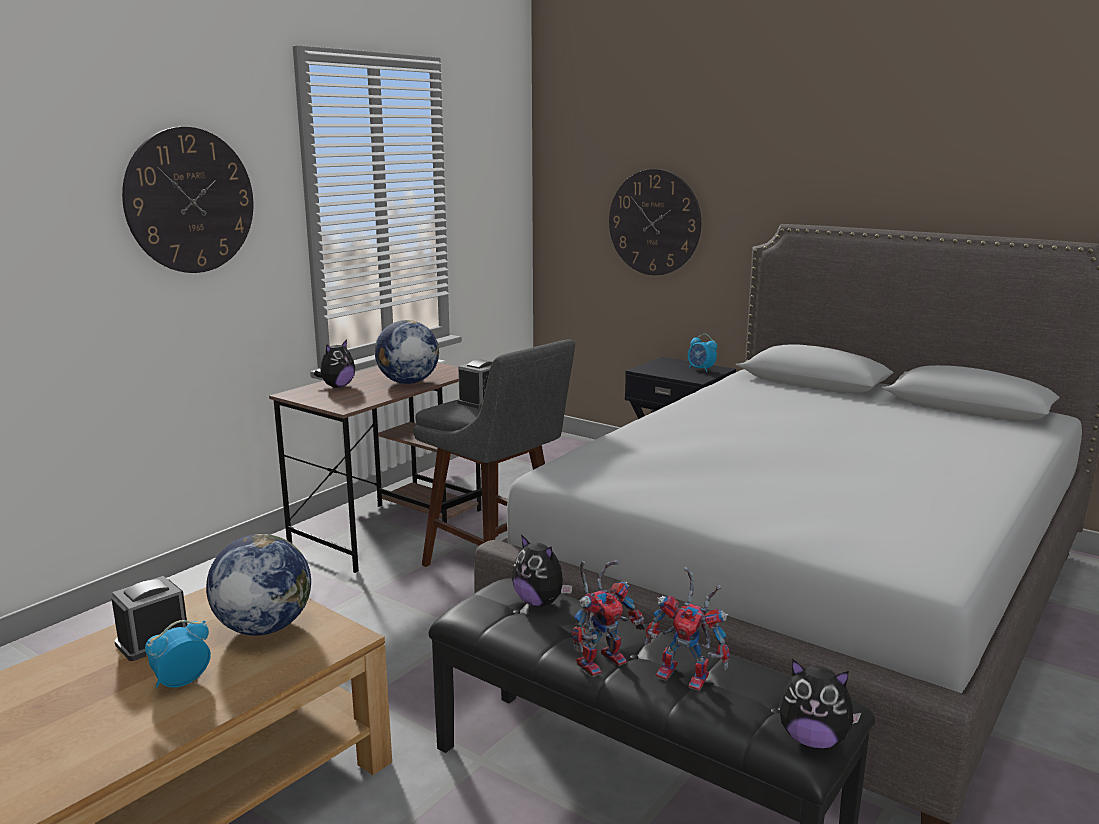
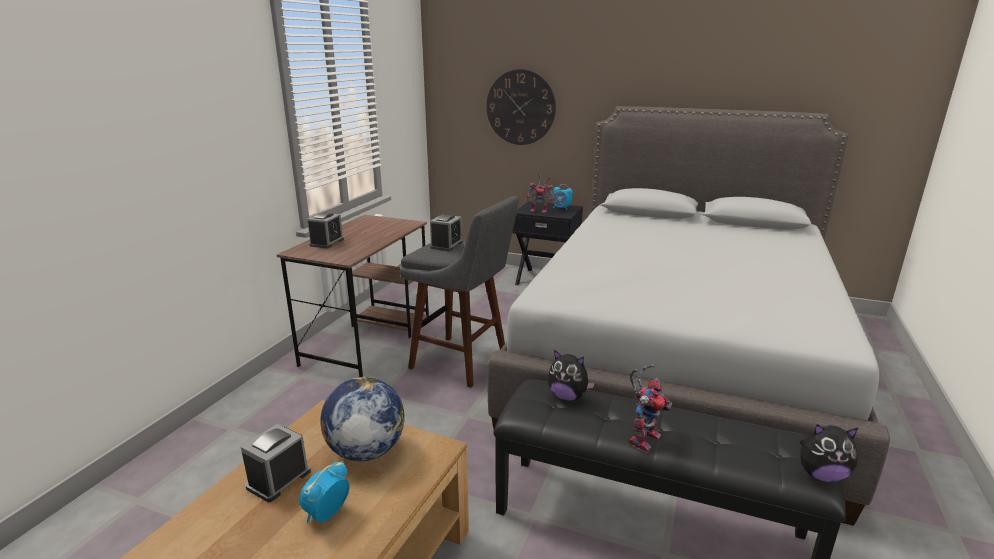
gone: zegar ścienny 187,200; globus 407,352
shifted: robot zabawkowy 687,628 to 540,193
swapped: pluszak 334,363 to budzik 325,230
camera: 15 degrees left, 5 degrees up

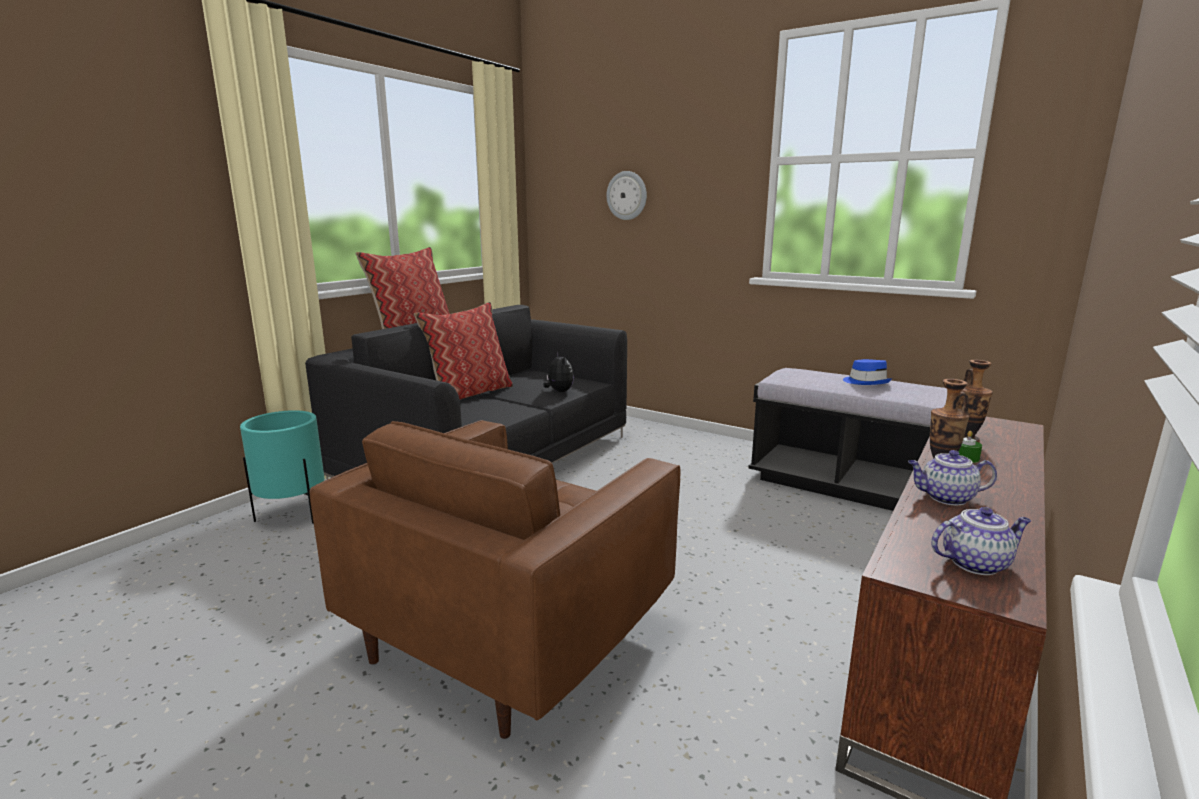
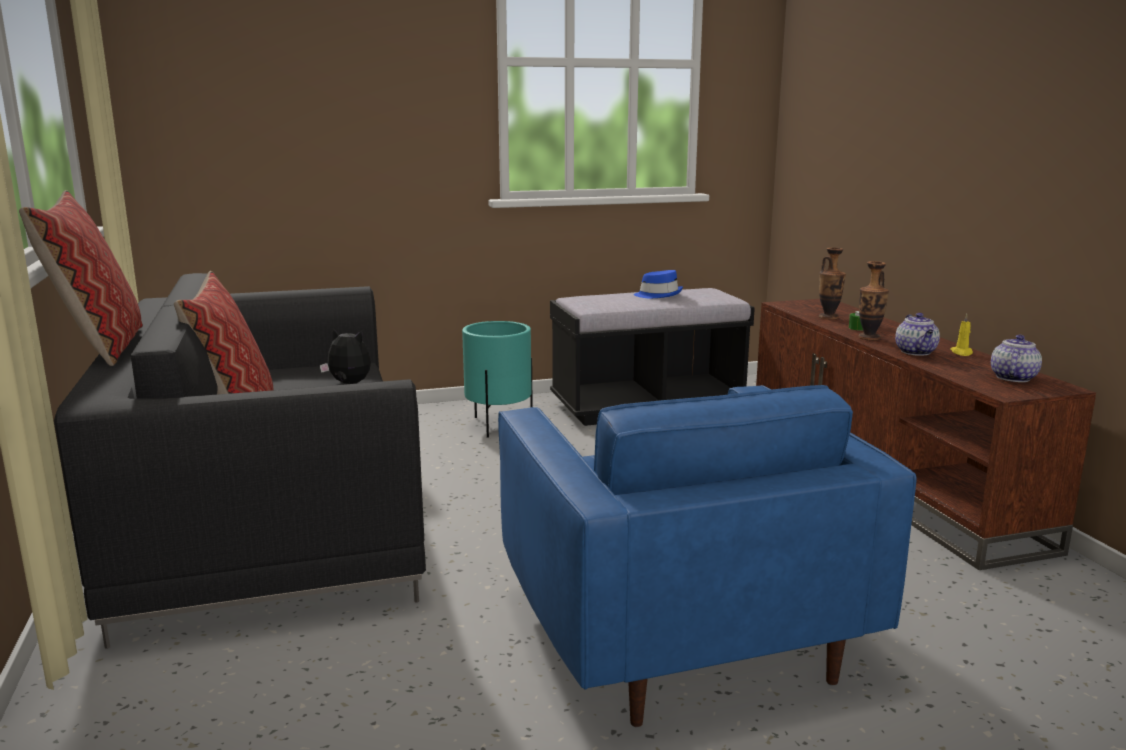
gone: zegar ścienny 626,195
new: świeca/żółty 961,335
shifted: donica/turkusowy 282,467 to 497,379
repainted: fotel/brązowy 494,579 to fotel/niebieski 707,556
rotated: imbryk 952,477 = 917,334 45 degrees counterclockwise
camera: 50 degrees left, 0 degrees up

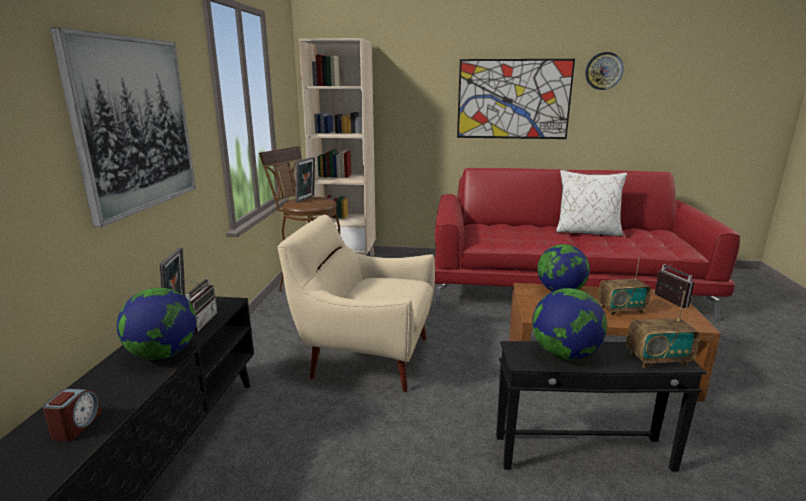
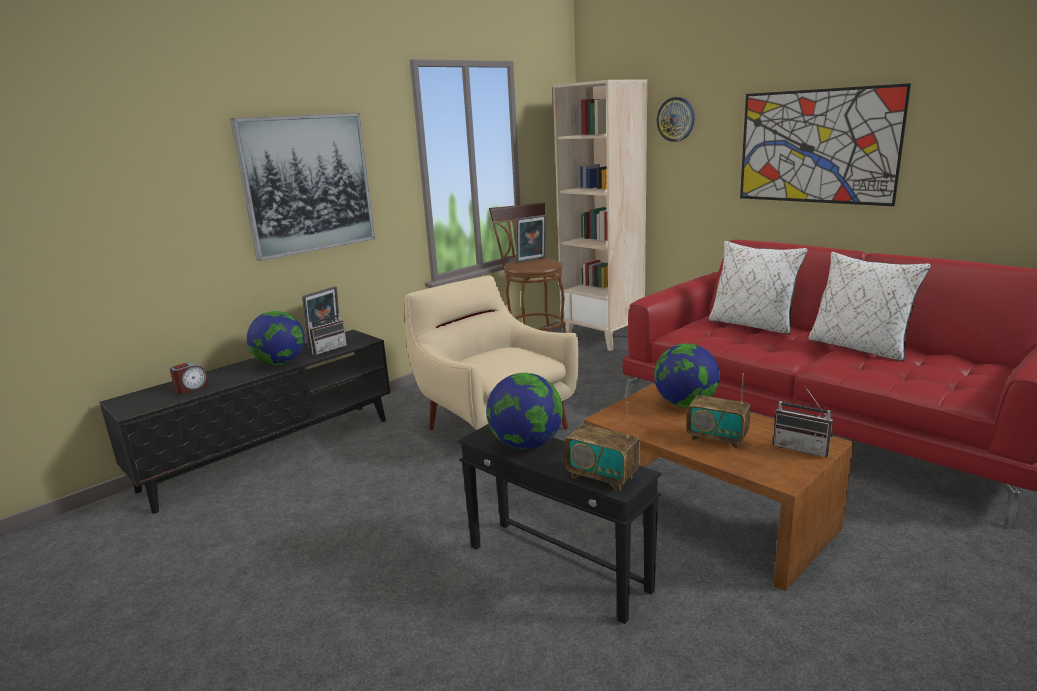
new: poduszka/biały 758,288
shifted: zegar ścienny 604,71 to 675,119
rotated: radio 674,286 = 803,421 105 degrees clockwise
camera: 40 degrees right, 0 degrees up

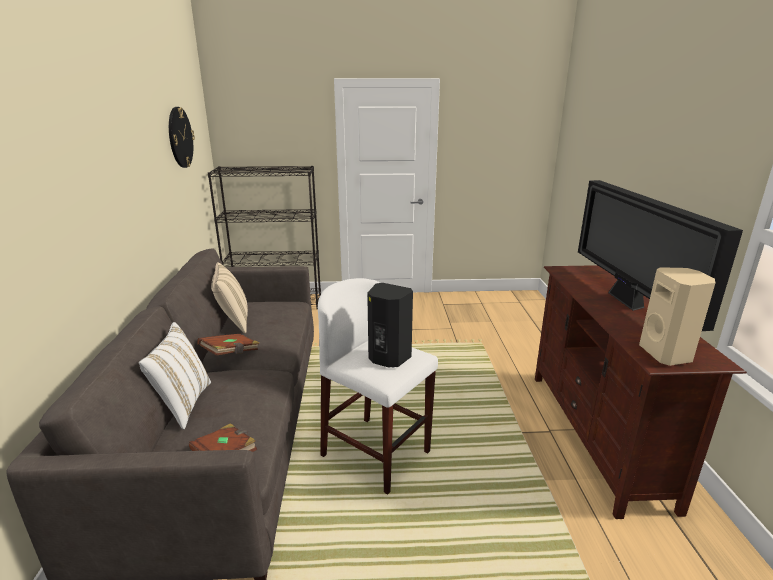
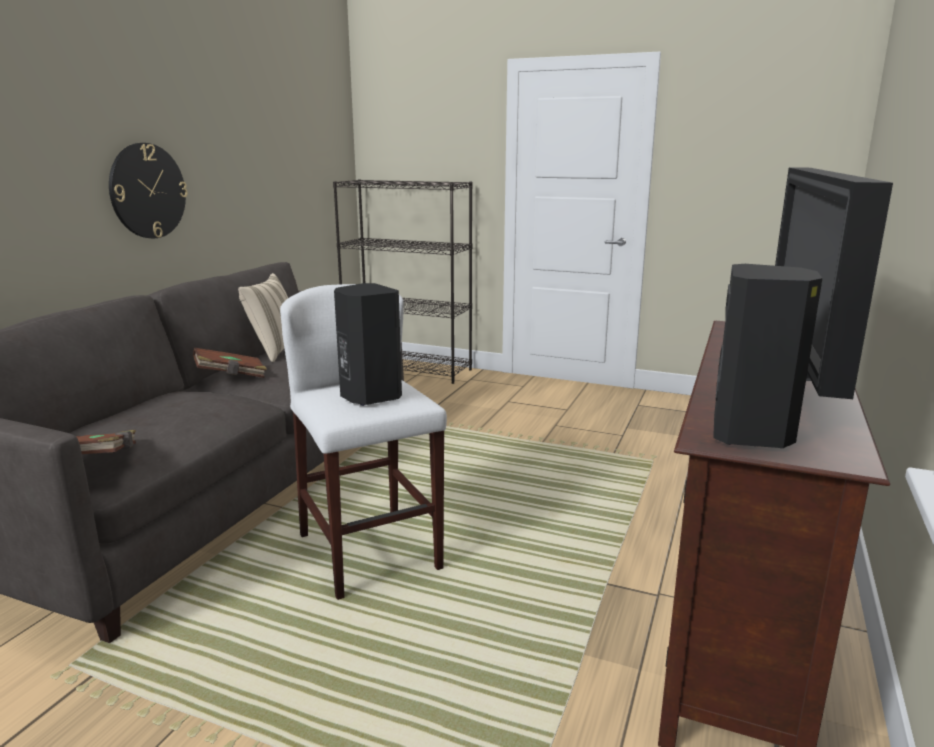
gone: poduszka/biały 175,375
shifted: zegar ścienny 182,137 to 148,190
repainted: głośnik/beżowy 677,316 to głośnik/czarny 767,356
camera: 25 degrees right, 5 degrees down

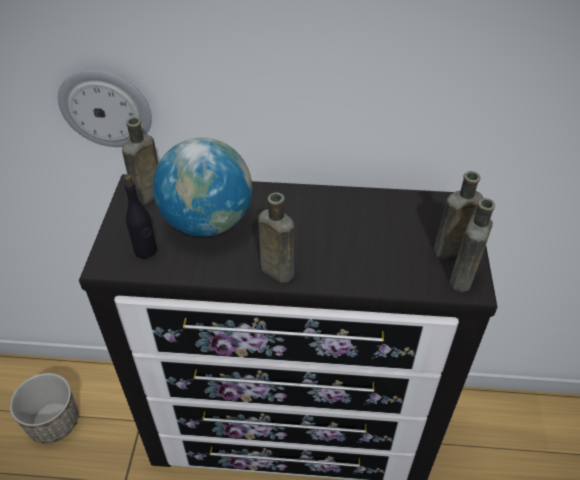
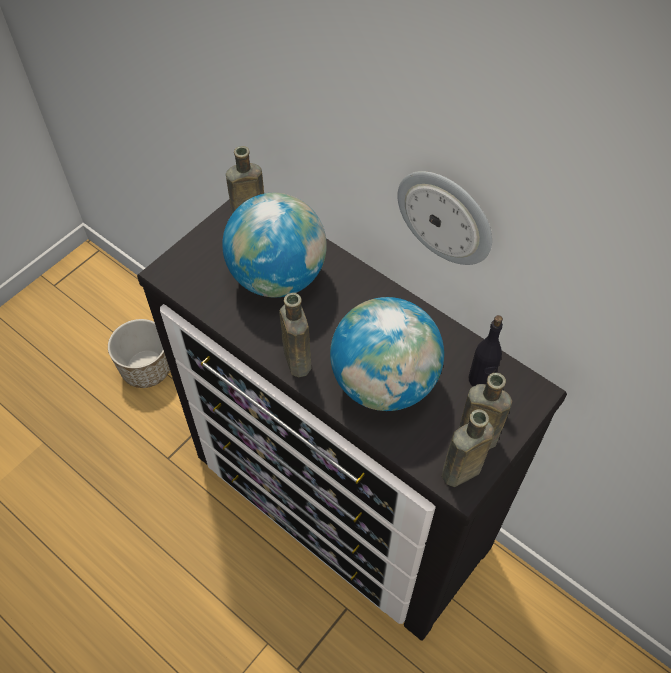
new: globus 387,354
shifted: zegar ścienny 105,108 to 444,218; butelka/czarny 140,217 to 486,350
camera: 35 degrees right, 10 degrees up

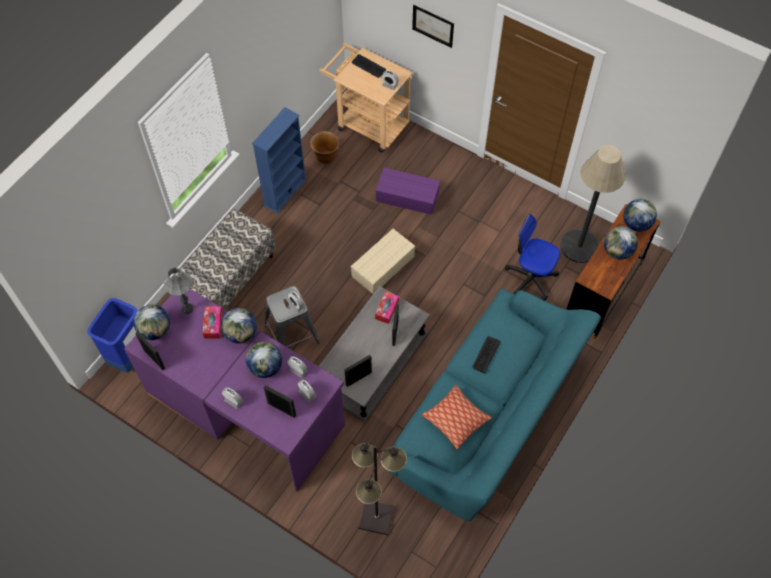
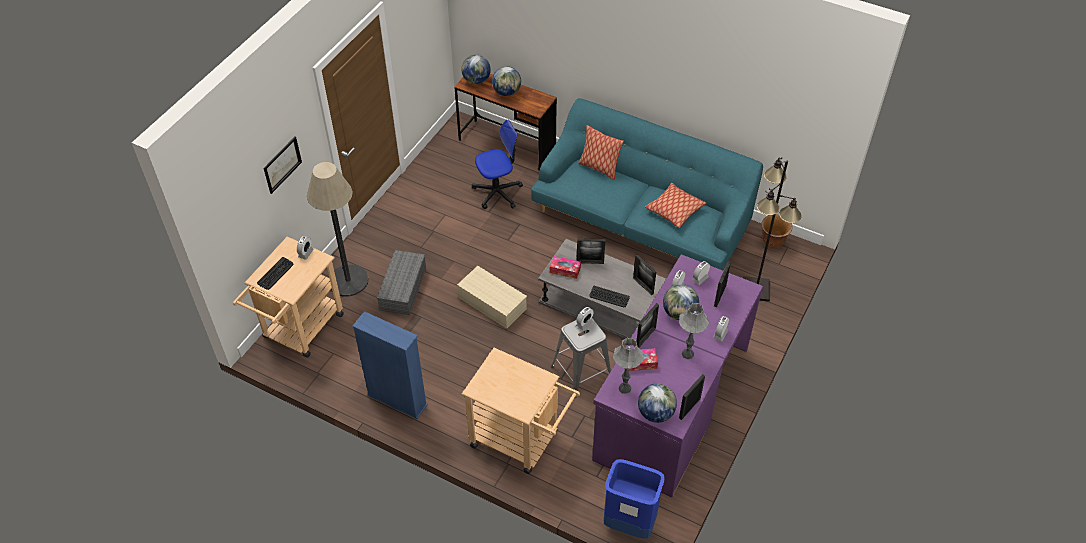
new: poduszka 601,152; lampa stołowa/szary 694,331
shifted: donica/brązowy 325,147 to 777,231; klawiatura 486,355 to 609,296; lampa stojąca 593,204 to 338,229
swapped: ławka 223,259 to wózek/beżowy 521,411; globus 239,326 to ramka na zdjęcie 648,325
repainted: pojemnik do przechowywania/fioletowy 407,191 to pojemnik do przechowywania/szary 401,282
rotated: krzesło biurowe 532,257 = 497,164 135 degrees counterclockwise
camera: 95 degrees left, 10 degrees down

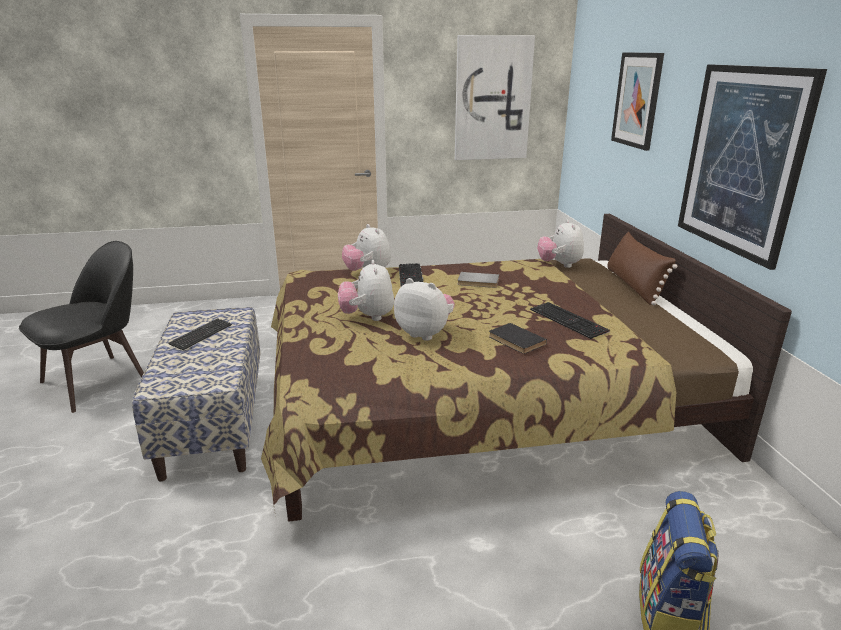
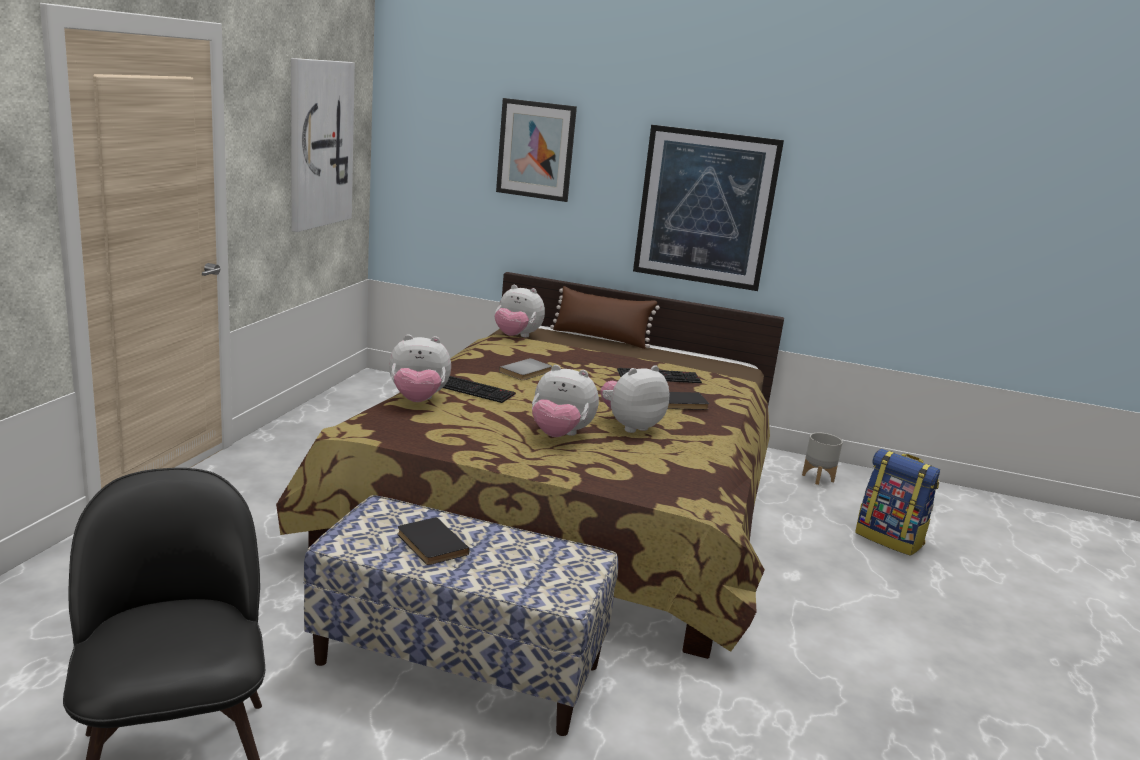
new: donica/szary 822,459
swapped: klawiatura 200,334 to książka/czarny 433,541
camera: 65 degrees left, 5 degrees down

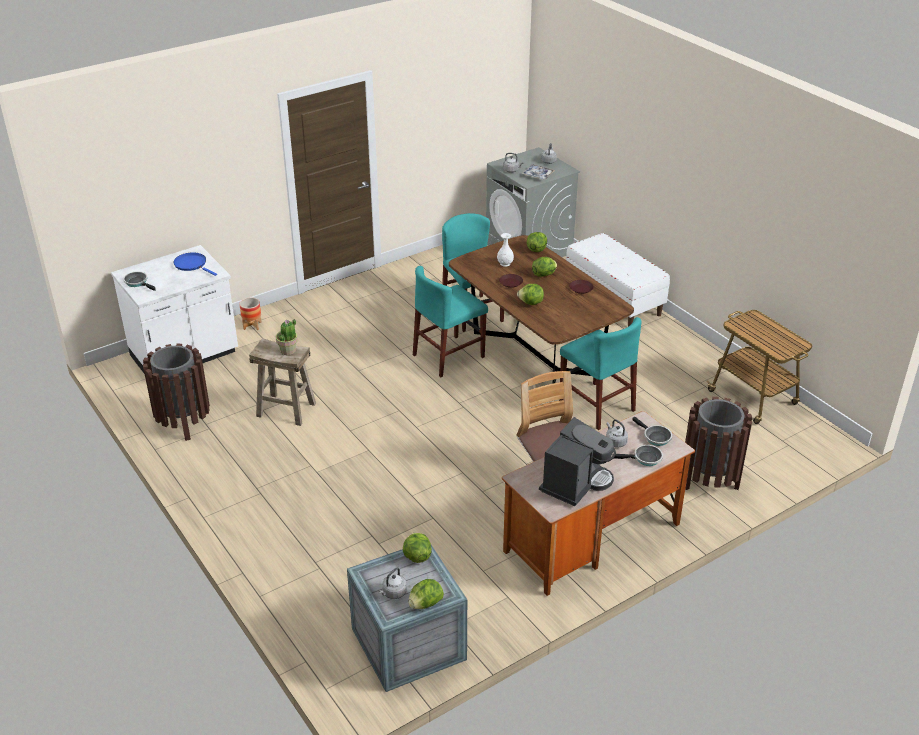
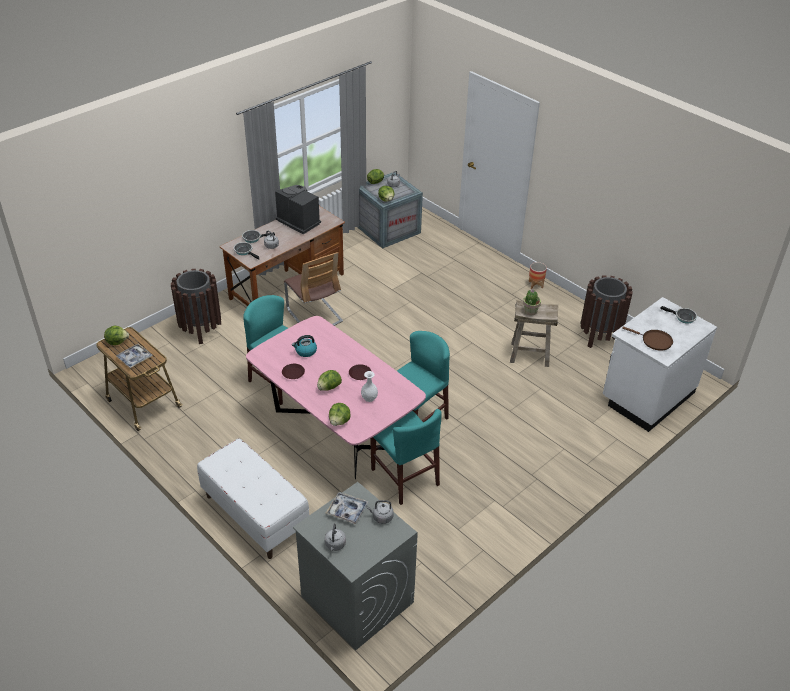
new: taca 134,355; czajnik 304,346
shifted: donica 251,313 to 538,275; sałata 530,294 to 116,335
repainted: patelnia/niebieski 195,264 to patelnia/brązowy 647,338; stół jadalny/brązowy 541,309 to stół jadalny/różowy 336,398
rotated: ekspres do kawy 577,461 = 298,209 105 degrees clockwise
camera: 170 degrees right, 5 degrees up

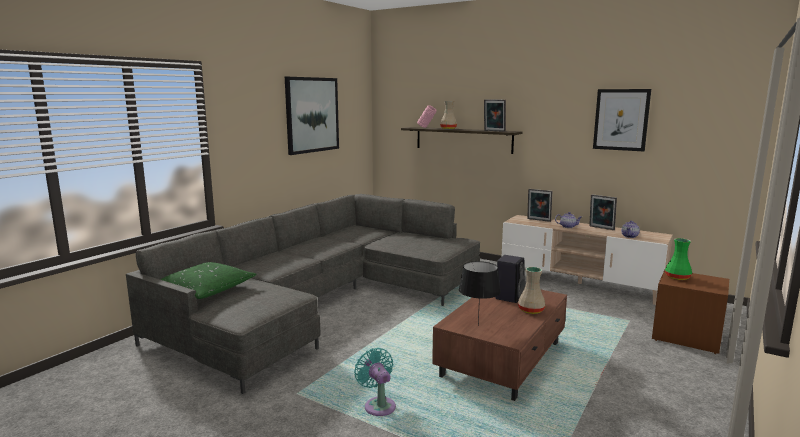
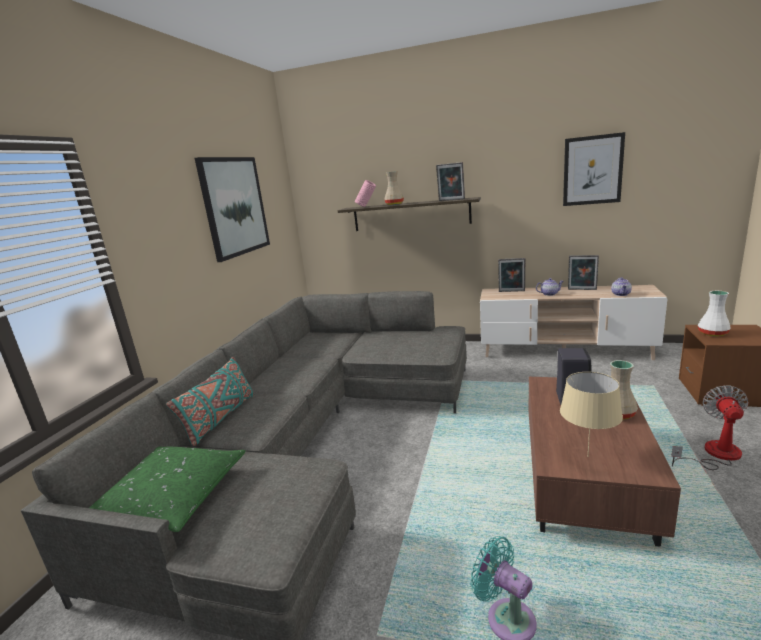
new: poduszka/turkusowy 210,401; wentylator 710,427
repainted: lampa stołowa/czarny 480,293 to lampa stołowa/beżowy 591,413; wazon/zielony 678,259 to wazon/biały 714,314
camera: 15 degrees left, 5 degrees up

